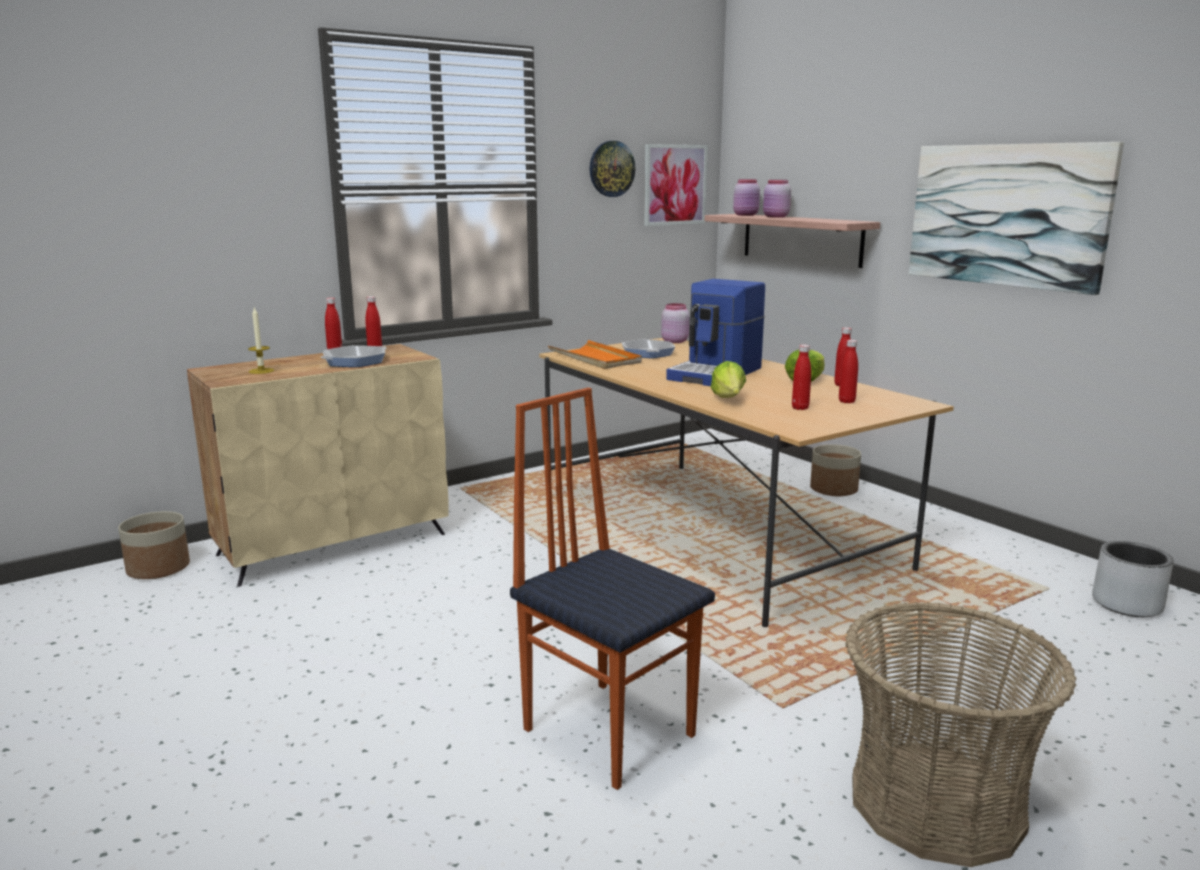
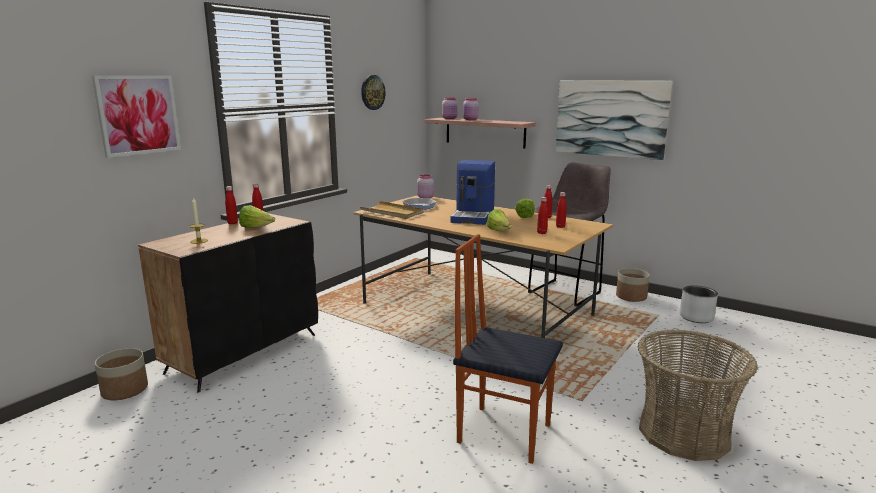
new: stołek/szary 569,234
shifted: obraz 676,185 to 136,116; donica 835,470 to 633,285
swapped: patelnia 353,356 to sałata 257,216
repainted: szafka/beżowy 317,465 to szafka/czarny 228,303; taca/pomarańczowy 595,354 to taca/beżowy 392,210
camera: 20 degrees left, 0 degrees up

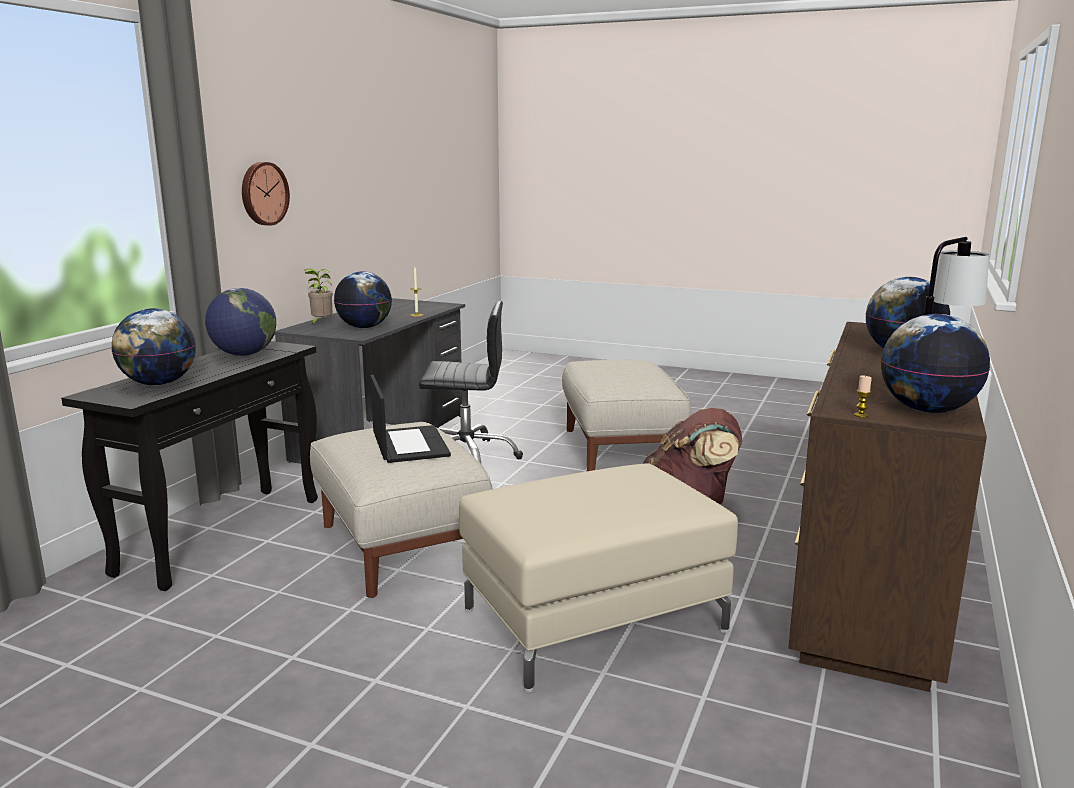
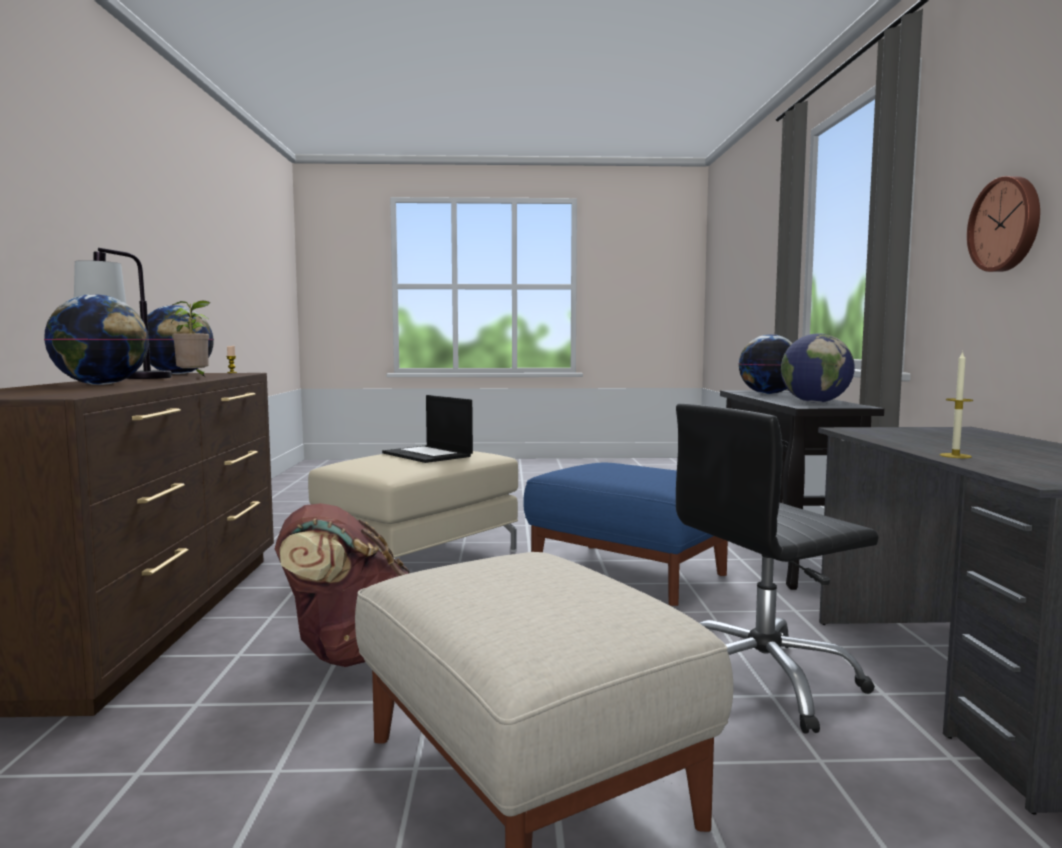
gone: globus 363,299
shifted: roślina doniczkowa 318,296 to 191,339; laptop 410,419 to 427,429
repainted: pufa/beżowy 401,510 to pufa/niebieski 625,534
camera: 155 degrees right, 10 degrees down

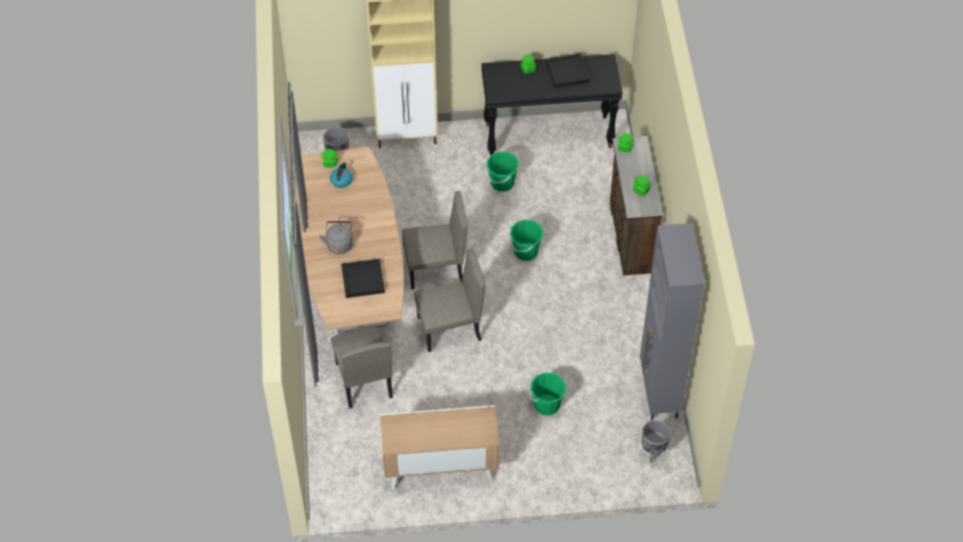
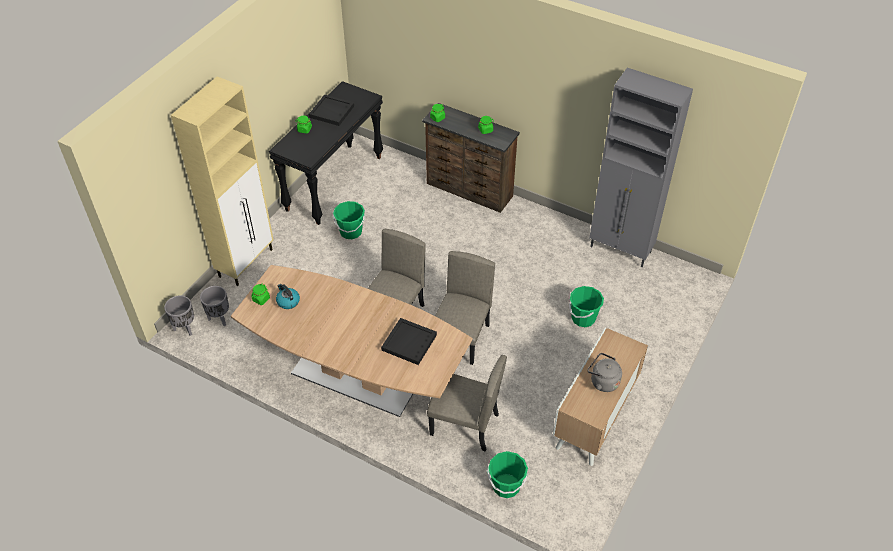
shifted: czajnik/szary 336,237 to 605,372; wiadro/zielony 527,240 to 507,474; donica/szary 656,441 to 179,315
camera: 55 degrees left, 5 degrees down

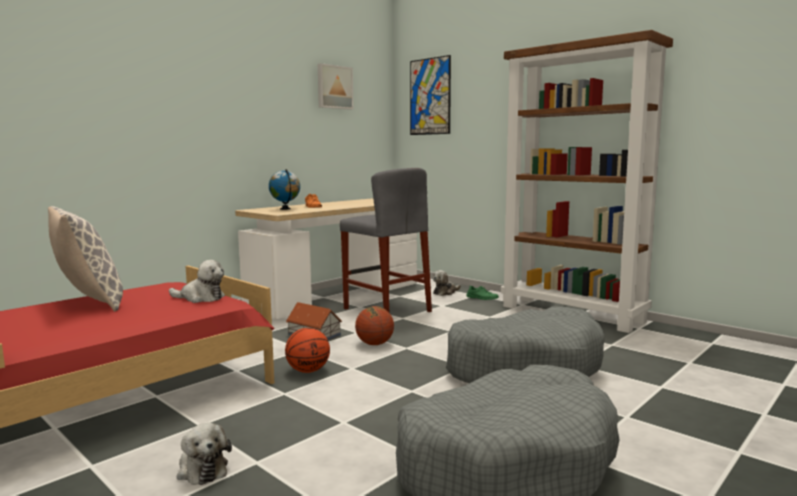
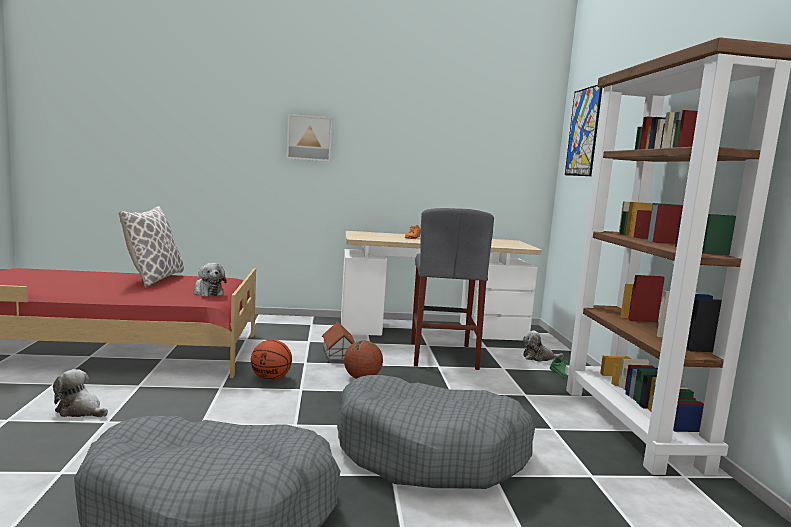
gone: globus 284,189
shifted: obraz 336,86 to 309,138
rotated: pluszak 204,454 = 80,393 105 degrees clockwise
camera: 40 degrees right, 0 degrees up

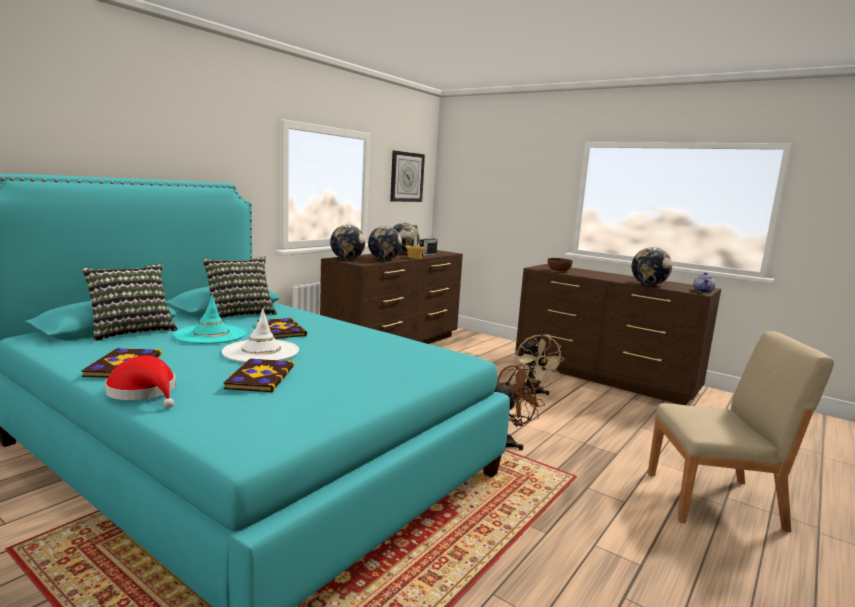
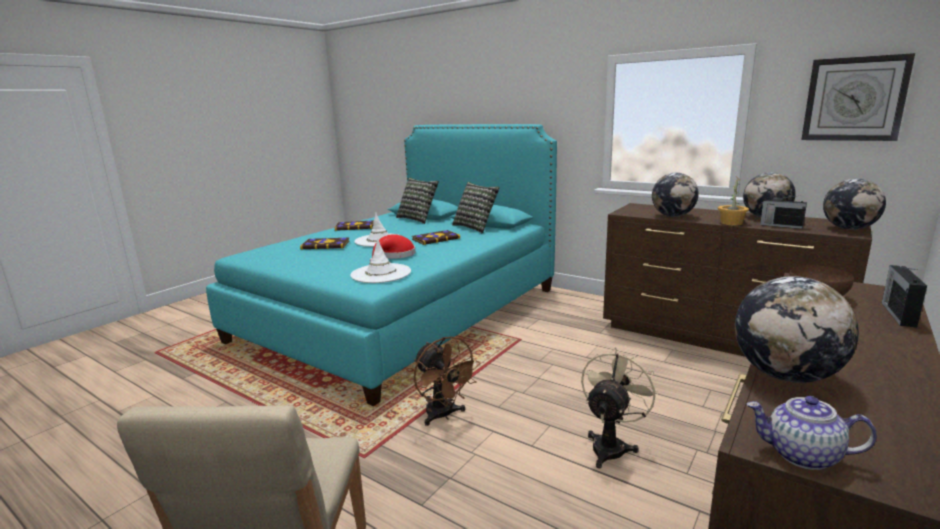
gone: kapelusz/turkusowy 209,319
new: kapelusz/biały 381,260; radio 904,296
shifted: kapelusz/czerwony 140,382 to 392,248; globus 347,242 to 854,204
rotated: wentylator/beżowy 540,364 = 620,408 135 degrees clockwise
camera: 90 degrees right, 5 degrees up

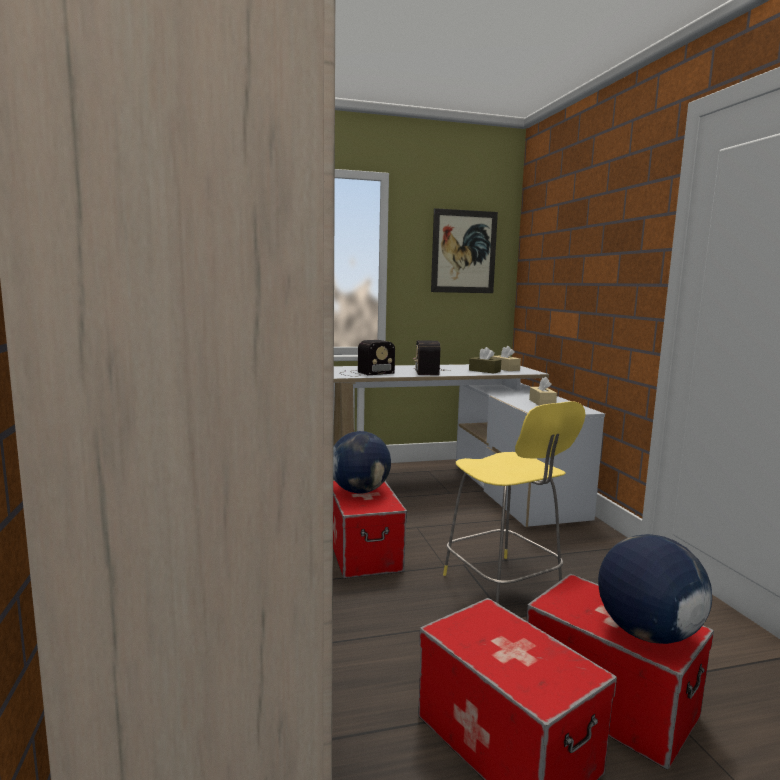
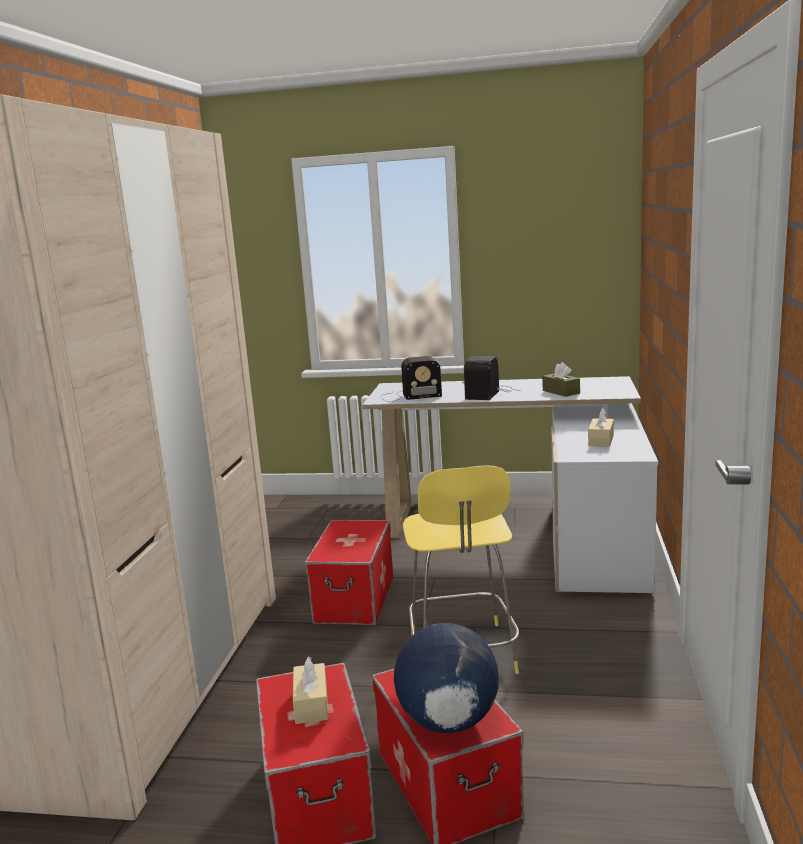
gone: globus 362,462; obraz 464,250
shifted: pudełko chusteczek/beżowy 506,358 to 310,690
camera: 25 degrees right, 5 degrees up

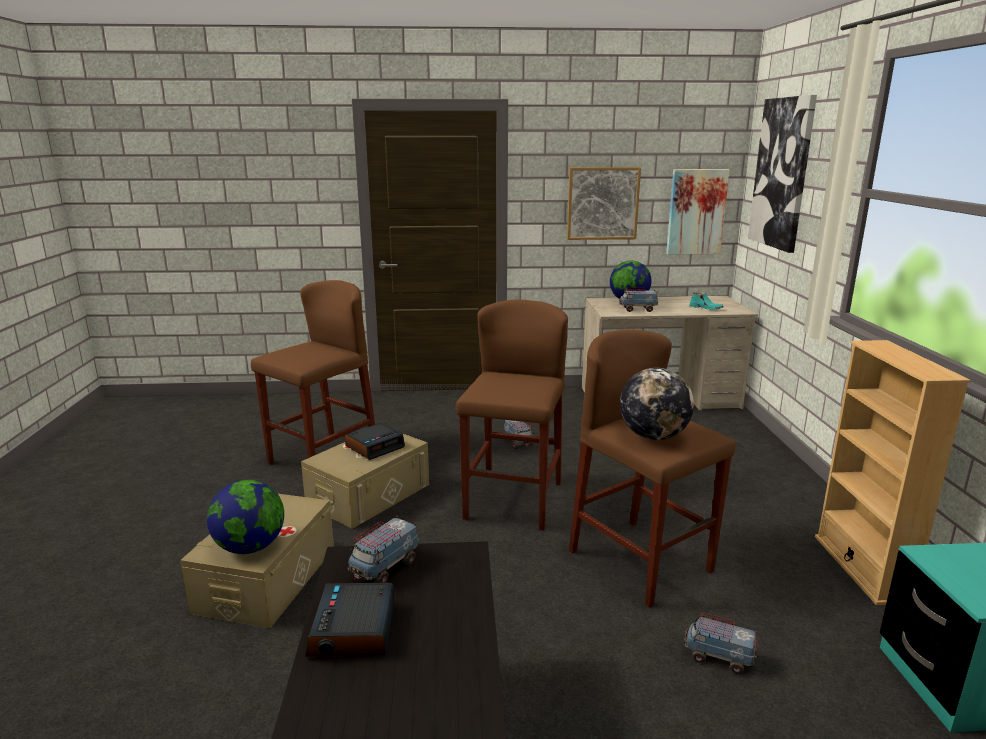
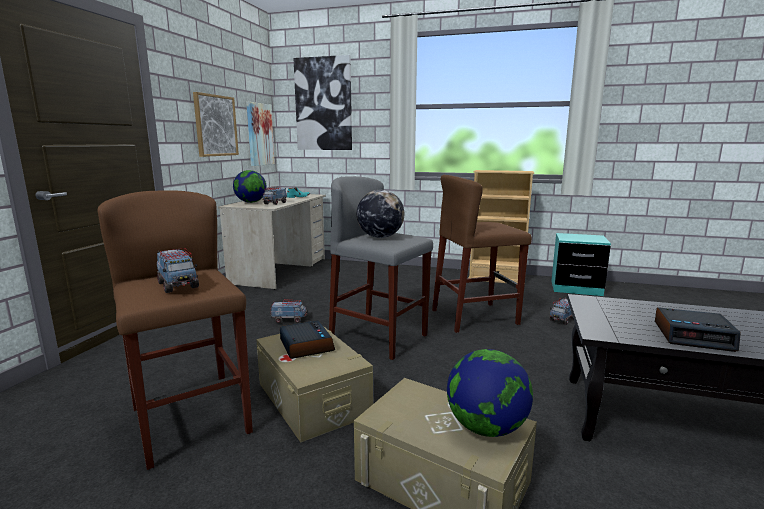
shifted: ciężarówka zabawkowa 383,549 to 178,270; globus 657,404 to 380,214
repainted: stołek/brązowy 512,415 to stołek/szary 381,268
camera: 70 degrees left, 5 degrees down

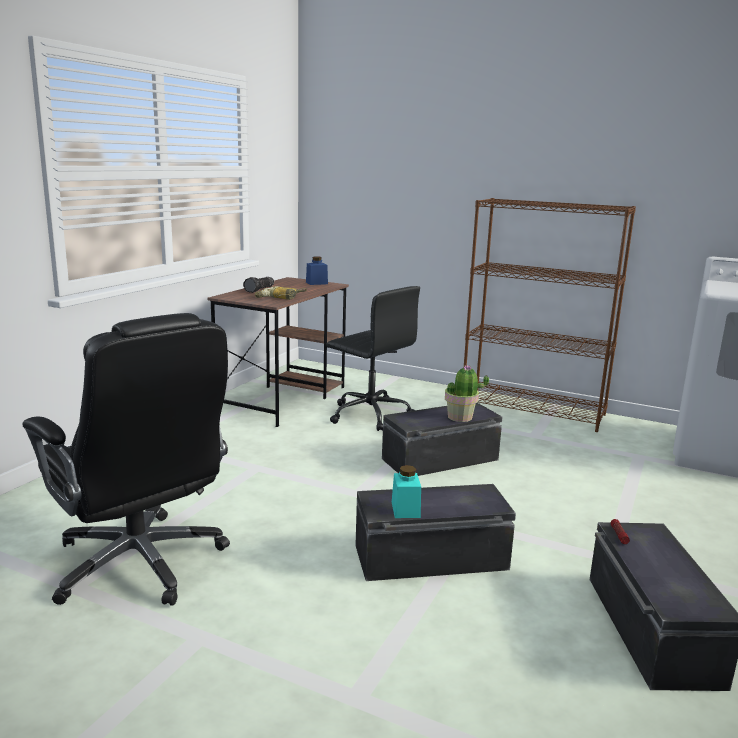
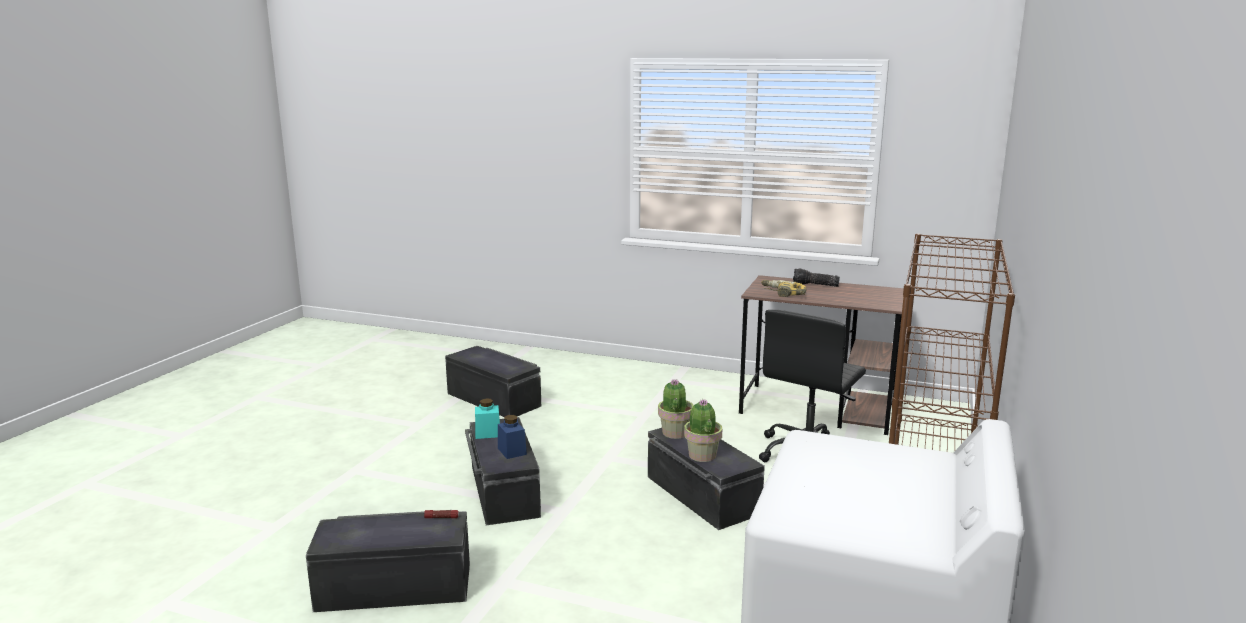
new: roślina doniczkowa 676,409
shifted: słoik/niebieski 317,270 to 512,437
swapped: krzesło biurowe/czarny 126,459 to pojemnik do przechowywania/czarny 493,381
camera: 85 degrees right, 0 degrees up

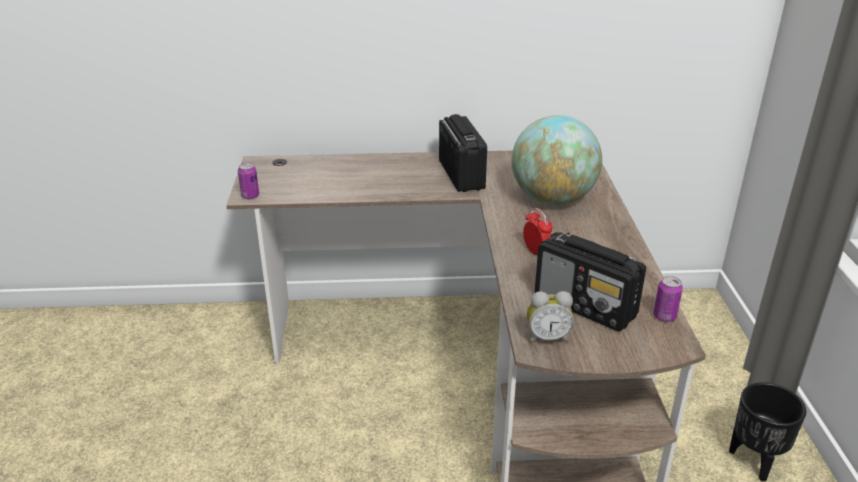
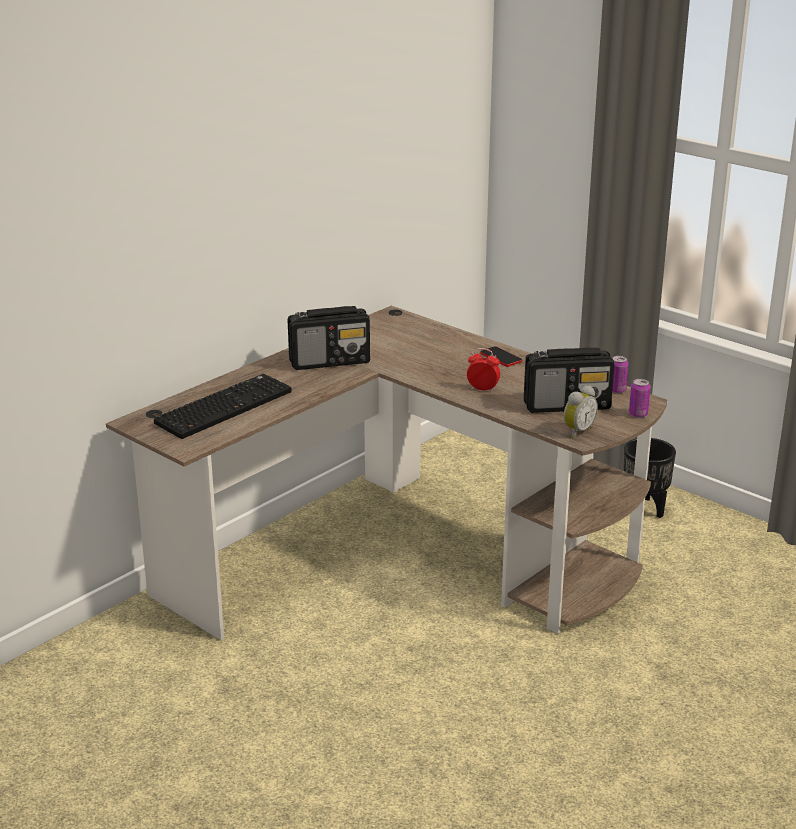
gone: globus 557,160
new: klawiatura 222,406; telefon 501,356
shifted: puszka 248,181 to 640,398
rotated: radio 463,153 = 329,338 135 degrees clockwise
camera: 45 degrees left, 5 degrees down

